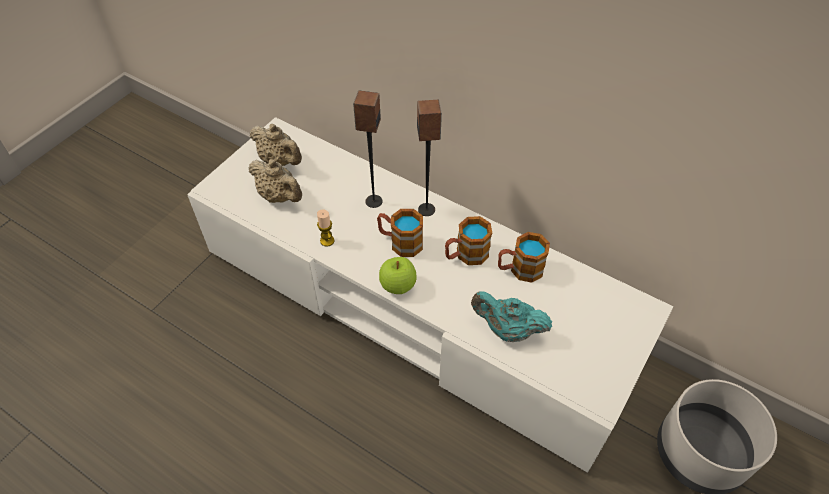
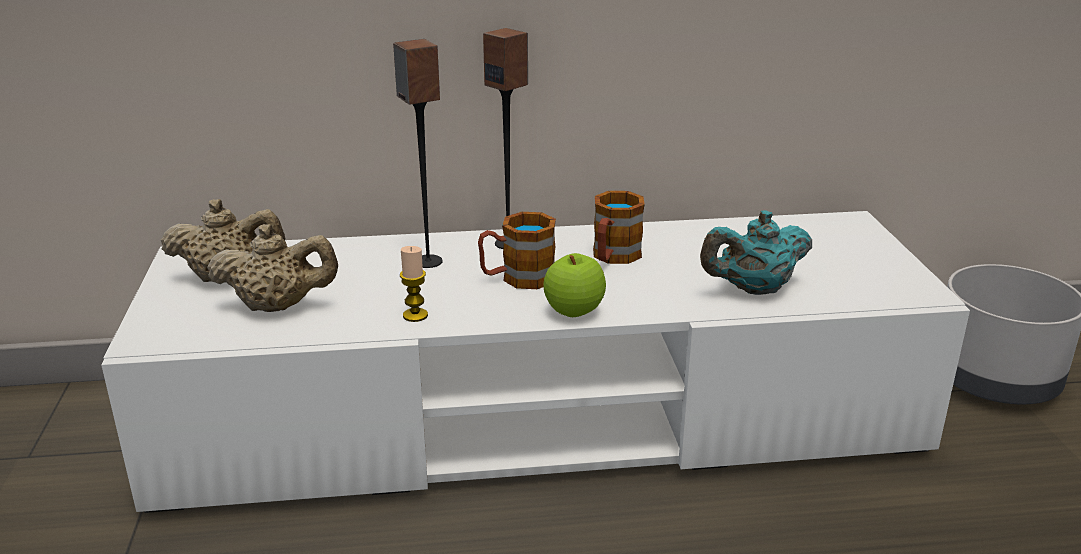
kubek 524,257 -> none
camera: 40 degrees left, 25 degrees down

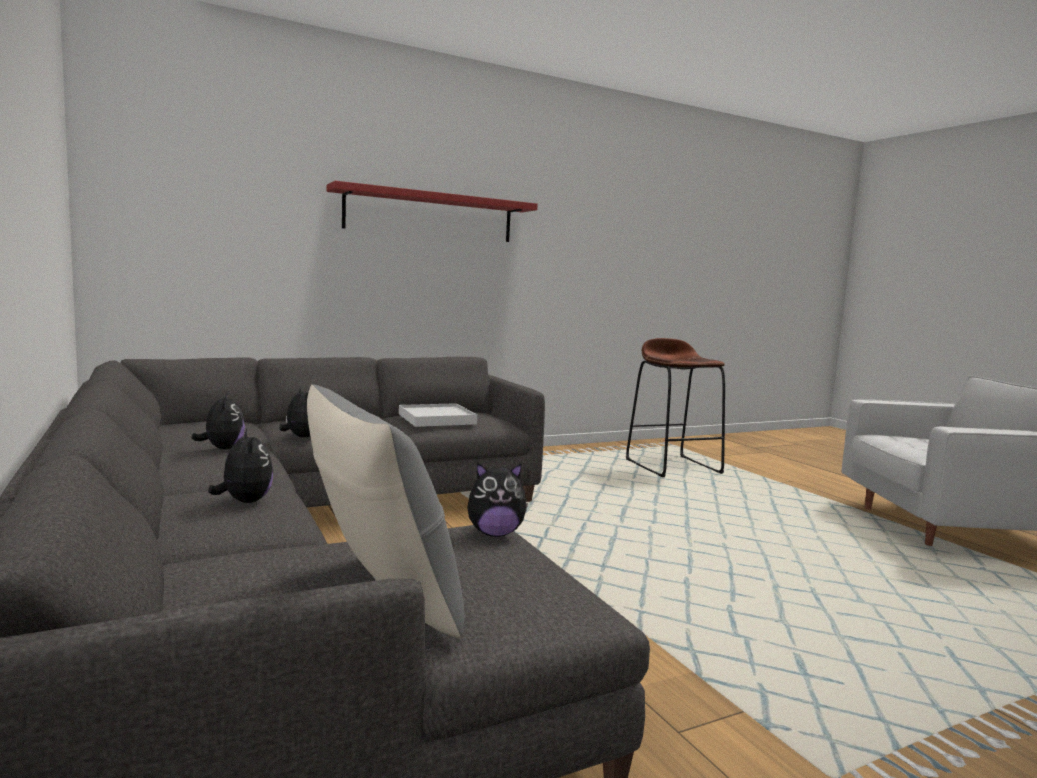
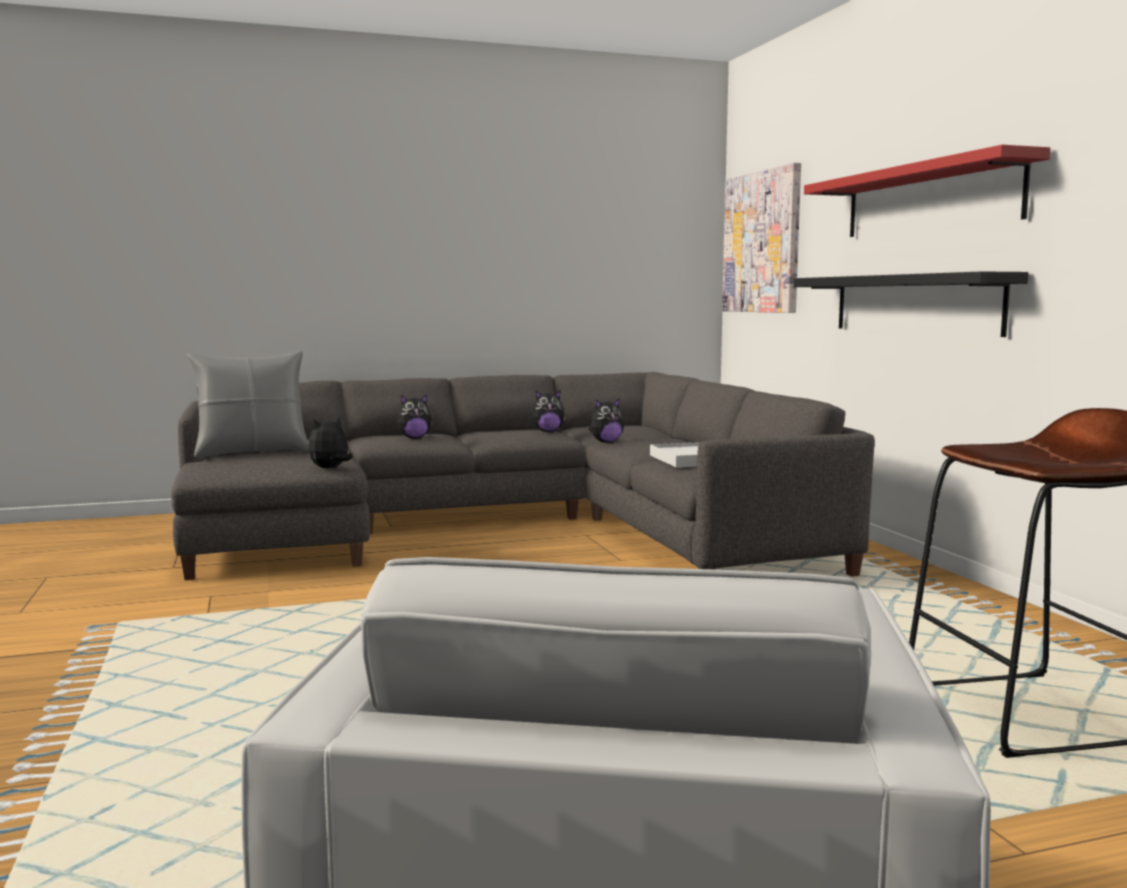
pluszak 497,500 -> pluszak 330,441, 45 degrees clockwise
none -> obraz 761,238
none -> półka/czarny 911,304
camera: 100 degrees right, 0 degrees up

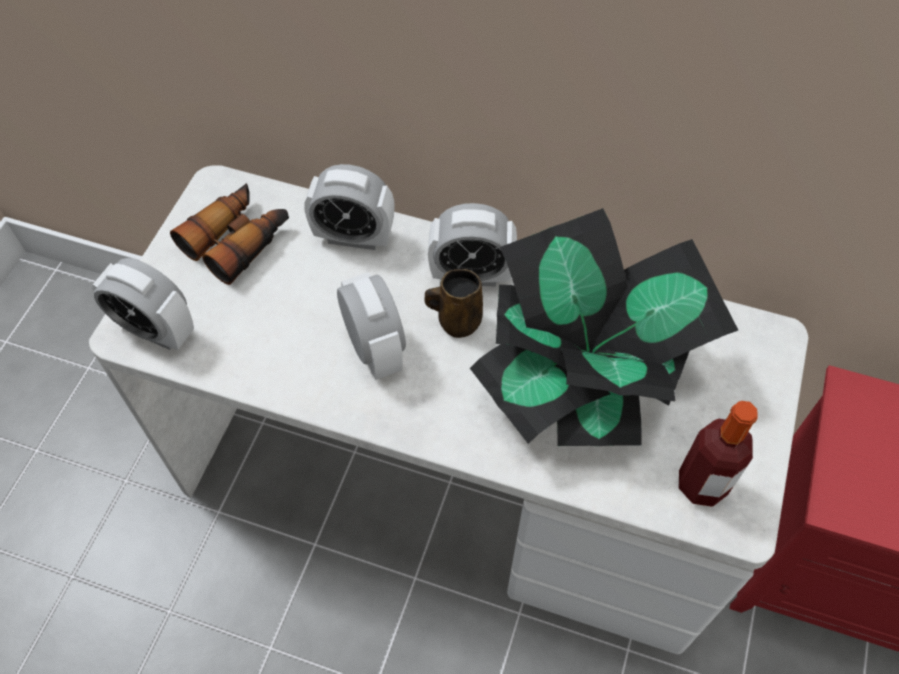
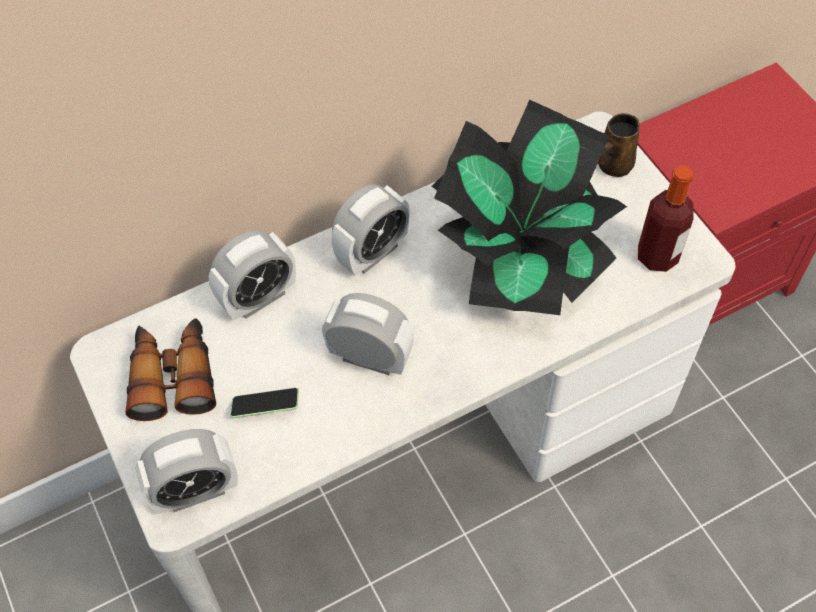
none -> telefon 264,403
kubek/brązowy 454,303 -> kubek/brązowy 619,145, relocated
camera: 45 degrees left, 0 degrees up

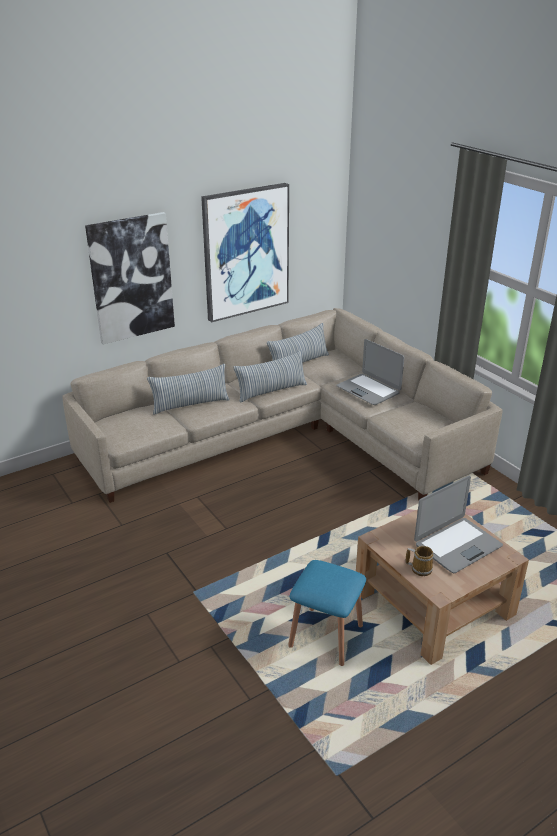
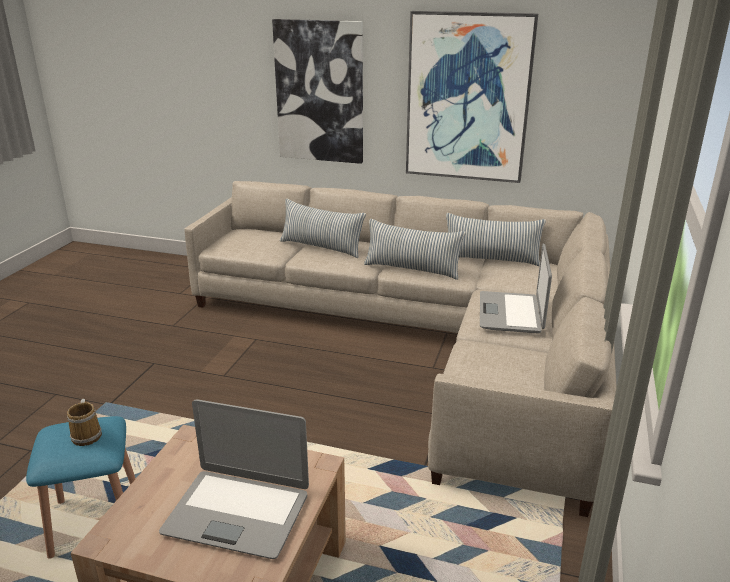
kubek 420,561 -> kubek 84,422, relocated
camera: 50 degrees right, 5 degrees down

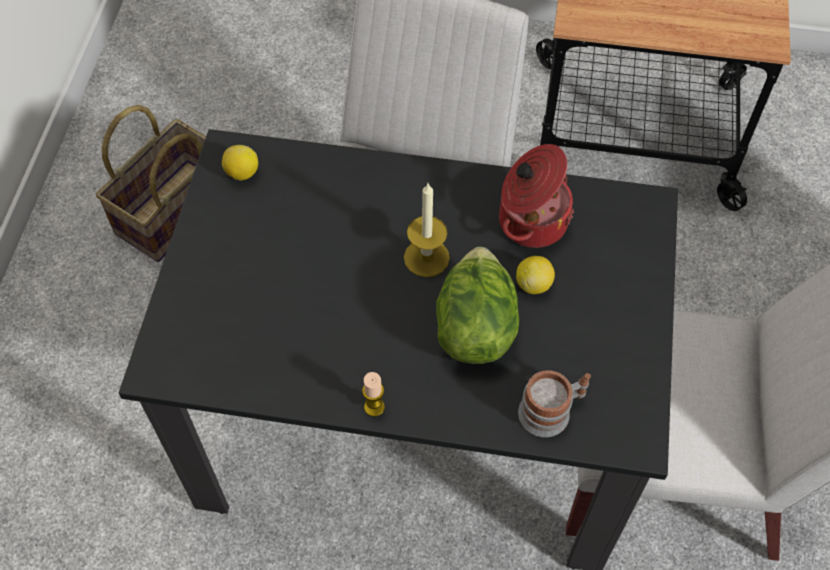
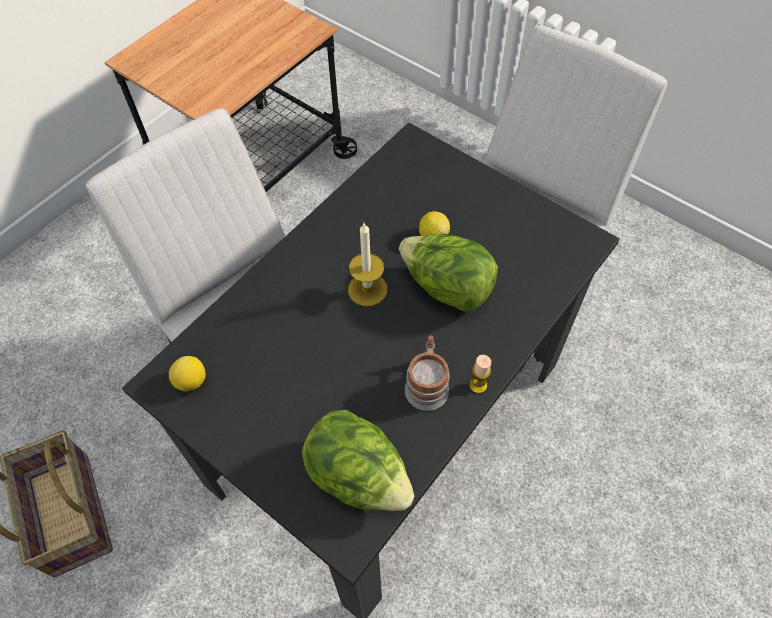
none -> sałata 358,460
kubek 554,403 -> kubek 427,373, relocated
garnek 536,196 -> none
camera: 60 degrees left, 0 degrees up

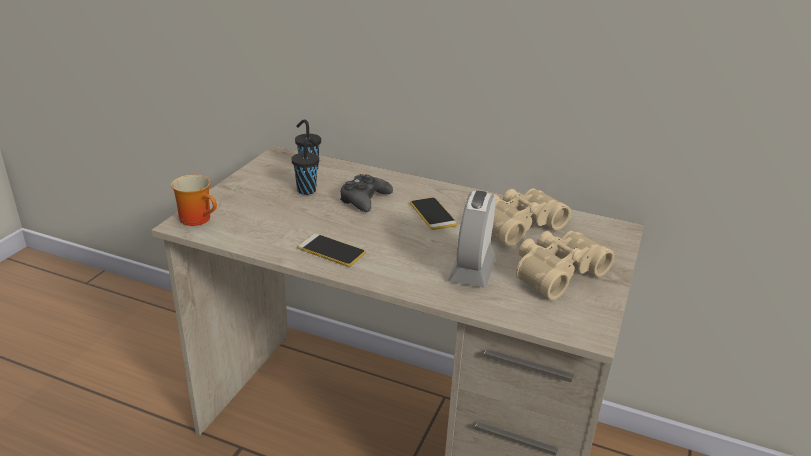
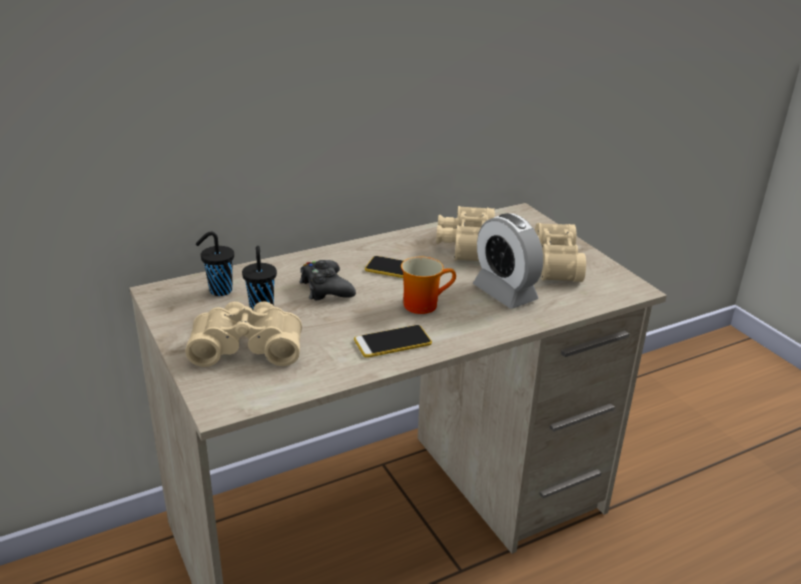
none -> lornetka/beżowy 243,334
kubek 194,200 -> kubek 428,285, relocated
camera: 50 degrees left, 0 degrees up

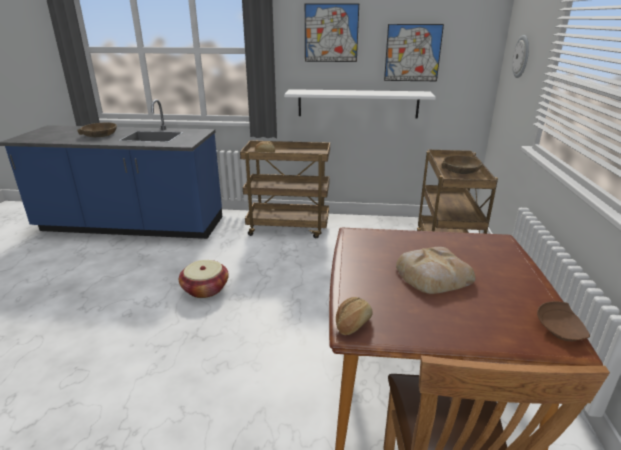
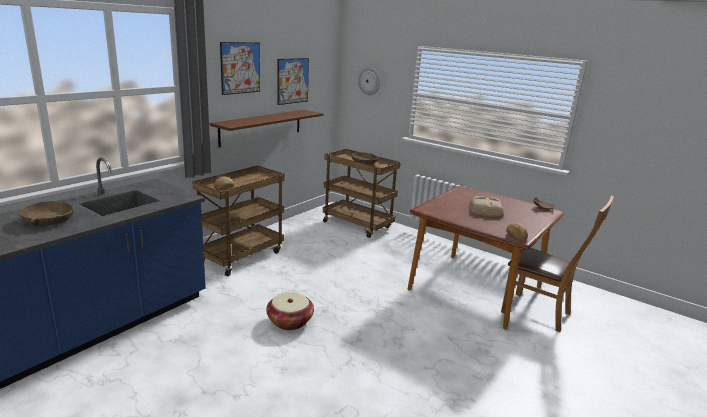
półka/biały 360,104 -> półka/brązowy 266,128
camera: 60 degrees left, 5 degrees down

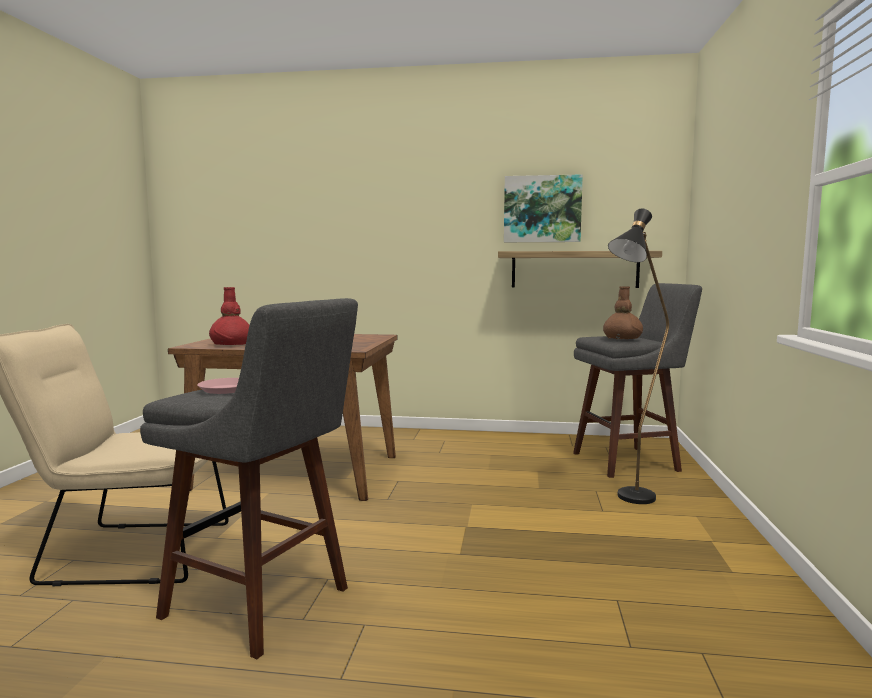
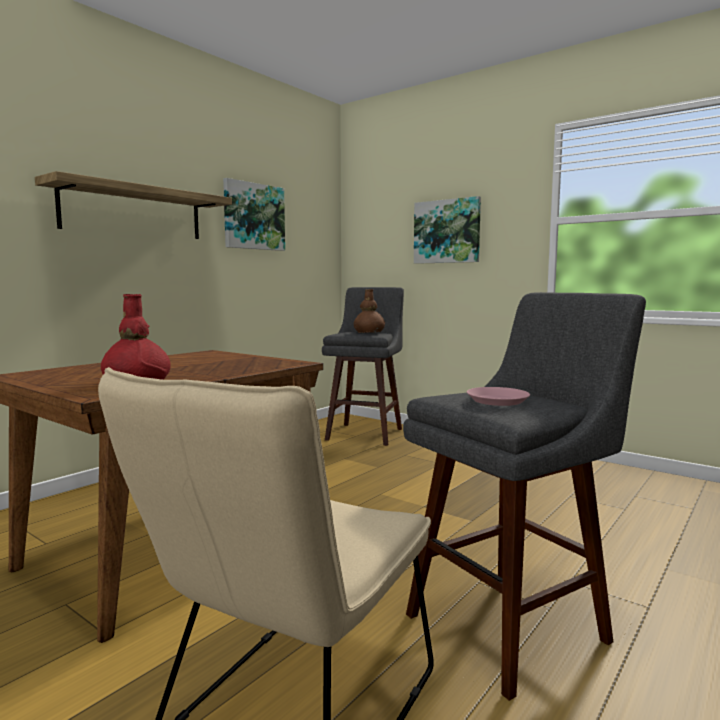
półka 580,269 -> półka 133,205, relocated
none -> obraz 447,230
lampa stojąca/czarny 638,356 -> none
camera: 60 degrees left, 0 degrees up

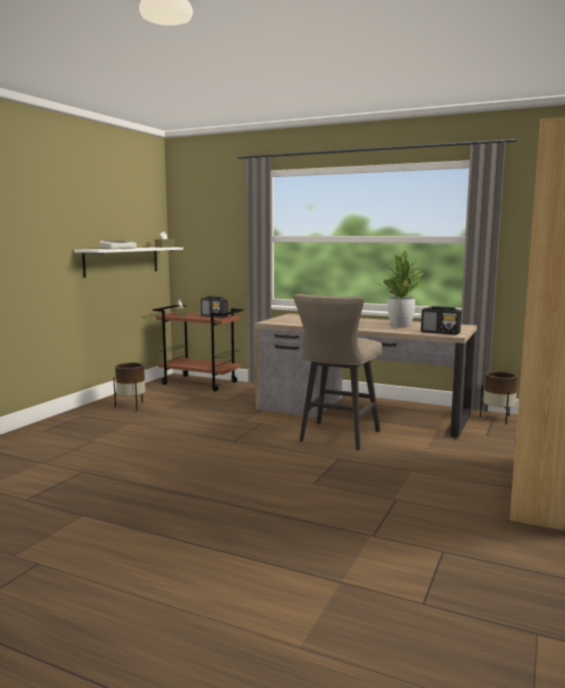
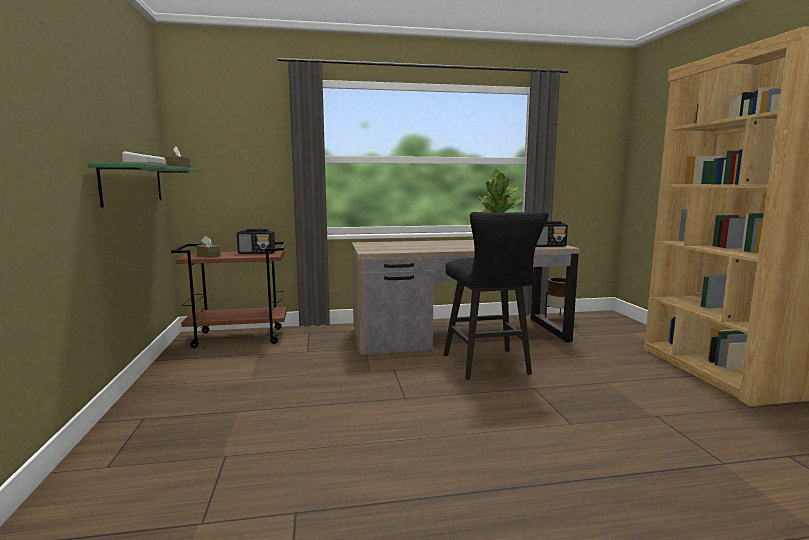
półka/biały 128,262 -> półka/zielony 144,185
stołek/beżowy 337,372 -> stołek/czarny 496,295
donica/brązowy 129,386 -> none
camera: 35 degrees left, 0 degrees up

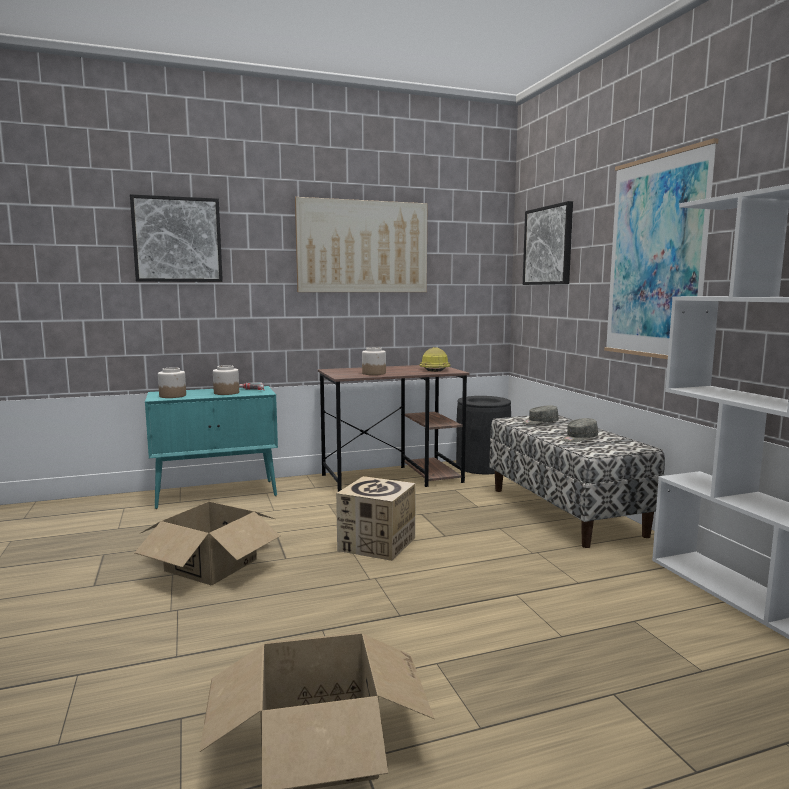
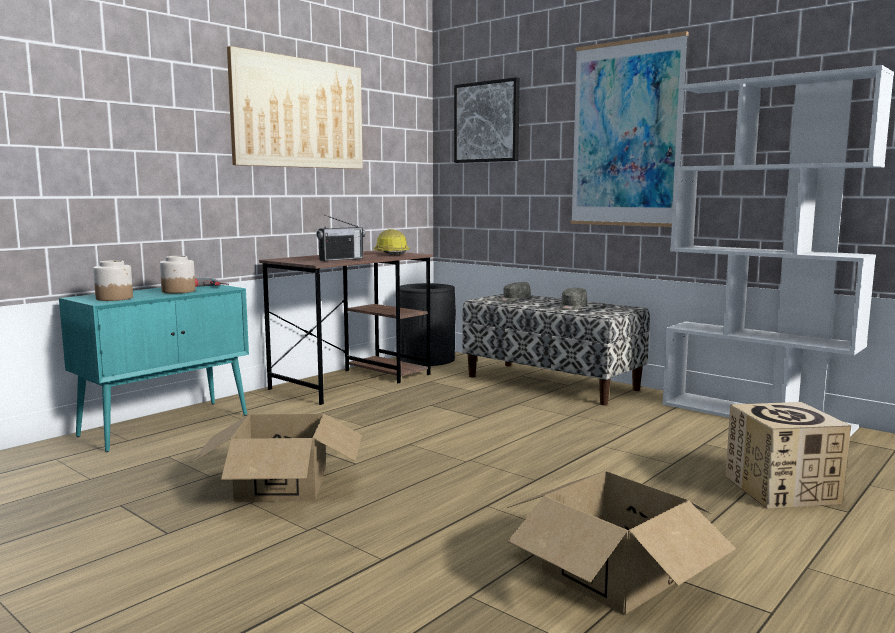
słoik 374,361 -> radio 340,238
karton 376,518 -> karton 788,455, relocated
obraz 176,238 -> none
camera: 30 degrees left, 0 degrees up

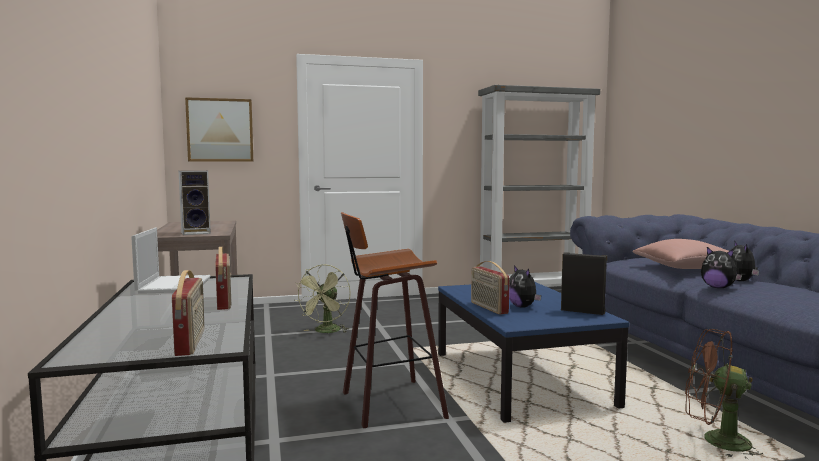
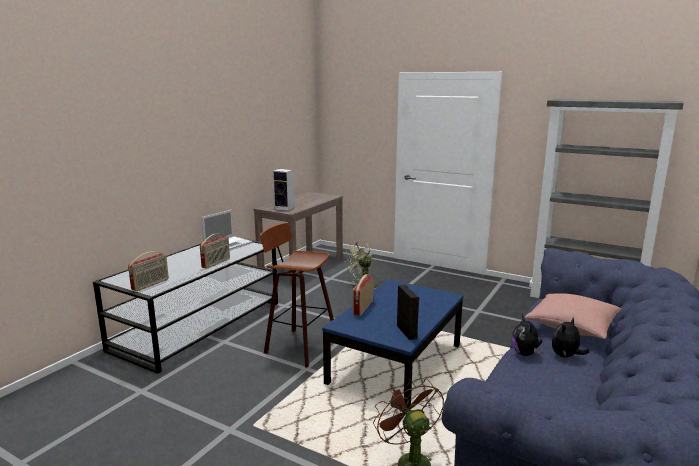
obraz 219,129 -> none
pluszak 525,286 -> none
camera: 45 degrees right, 10 degrees up

